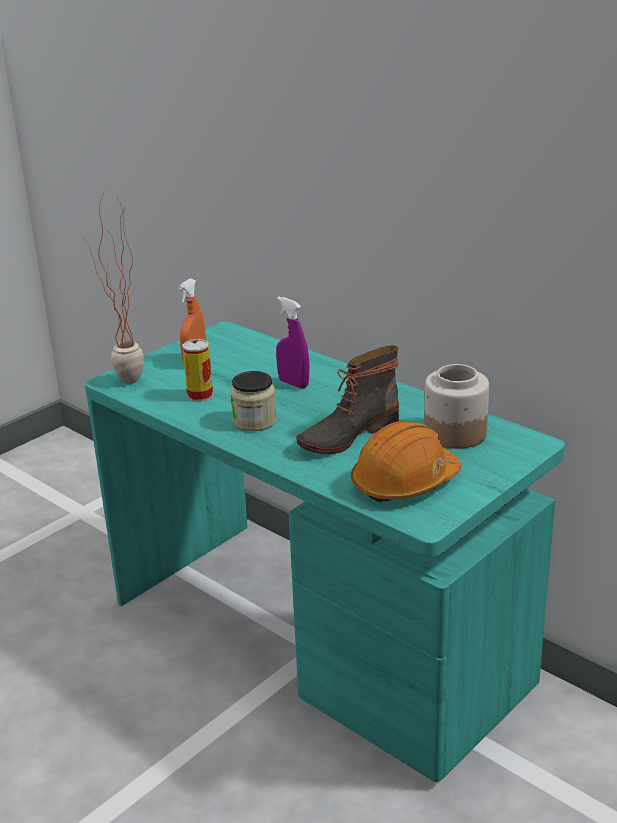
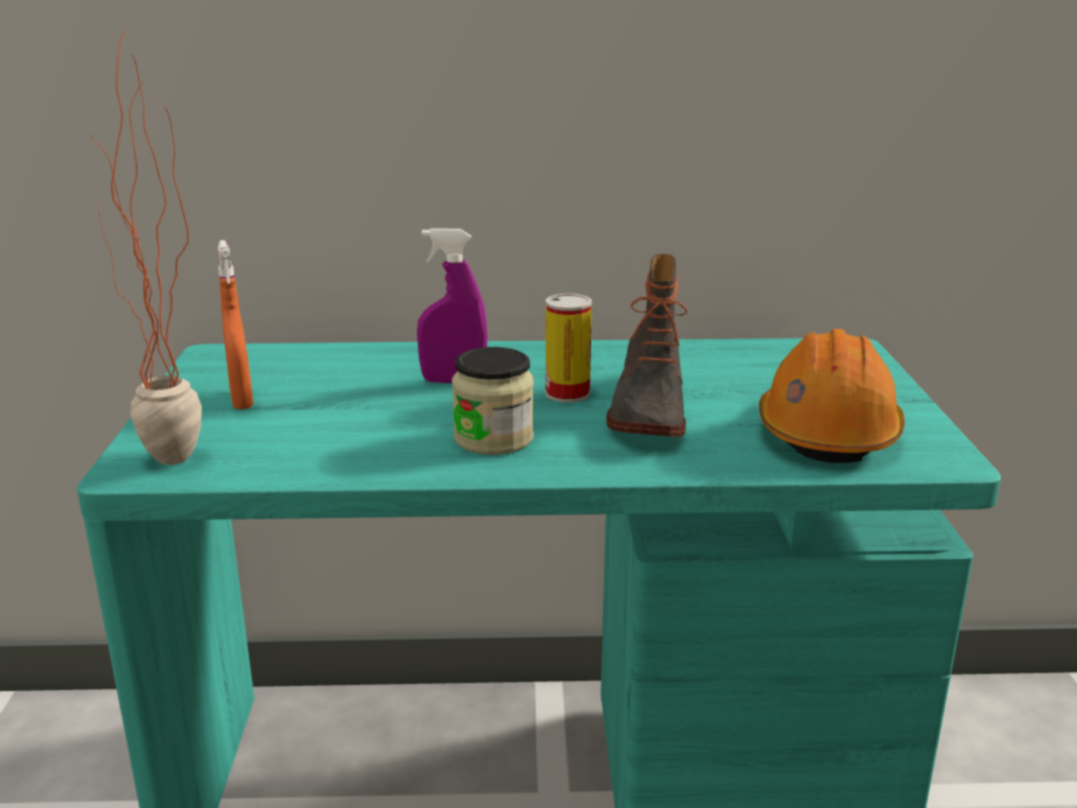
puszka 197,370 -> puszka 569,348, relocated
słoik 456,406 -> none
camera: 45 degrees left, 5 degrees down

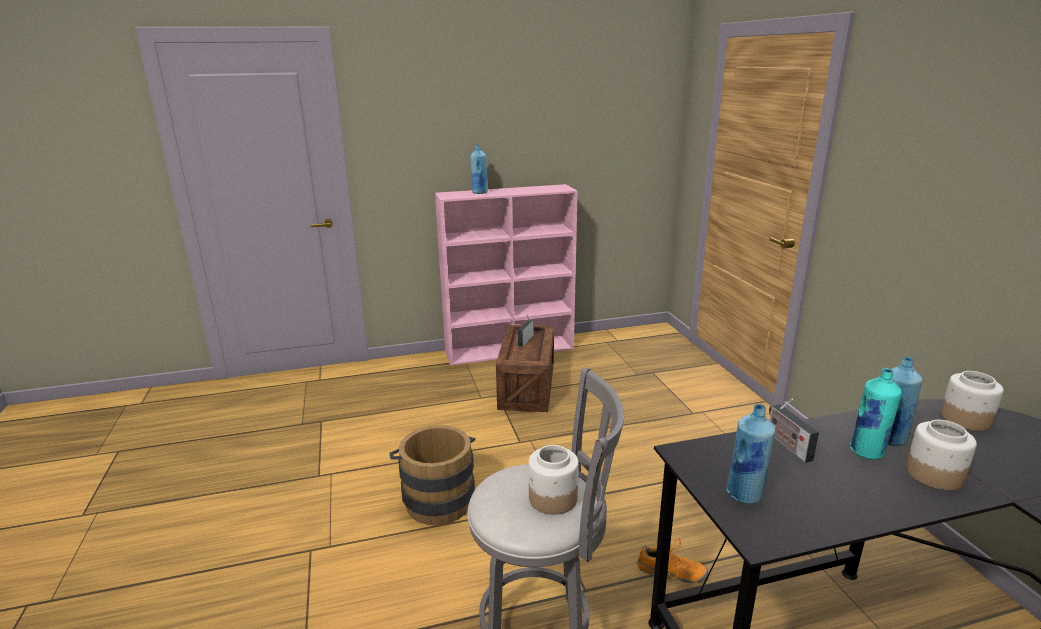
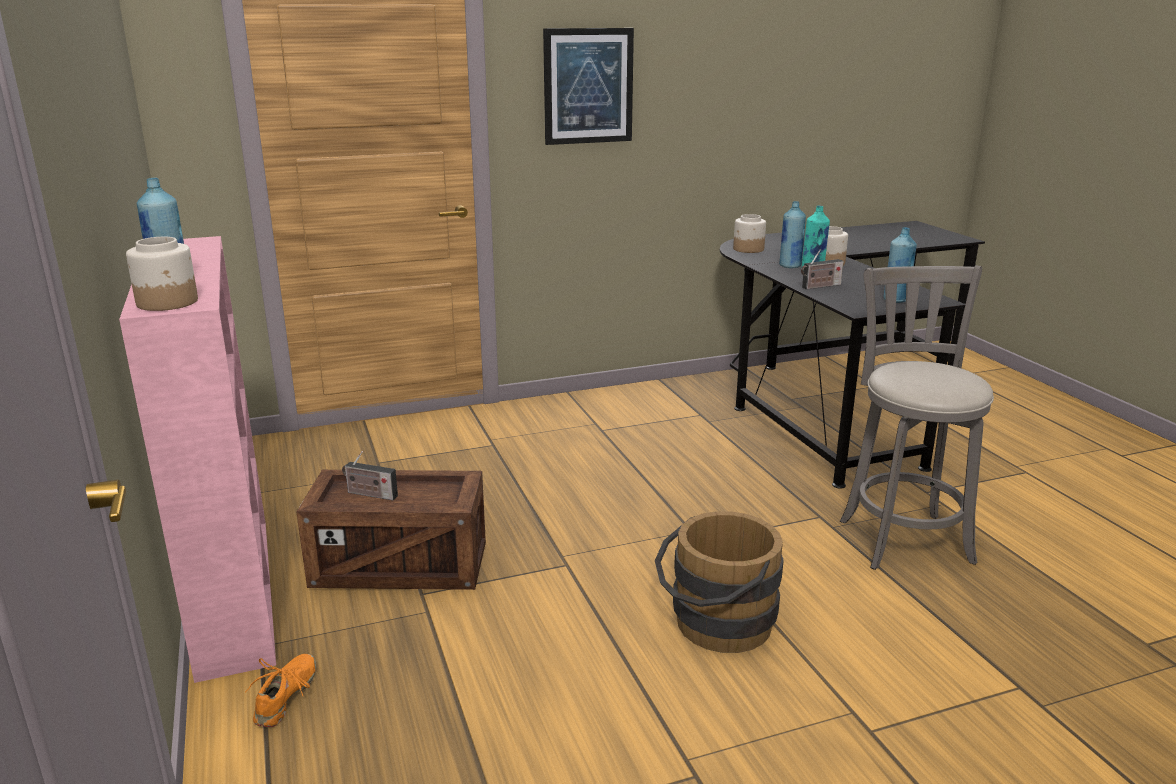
słoik 553,480 -> słoik 162,274, relocated
but/pomarańczowy 672,560 -> but/pomarańczowy 280,690, relocated
none -> obraz 588,86
camera: 95 degrees left, 0 degrees up

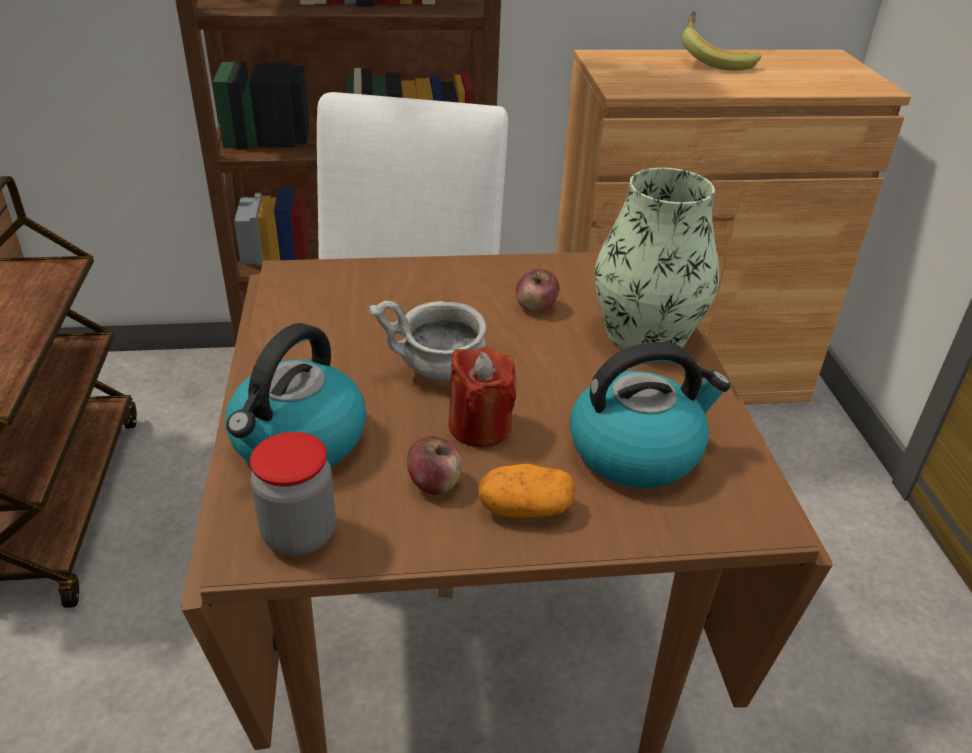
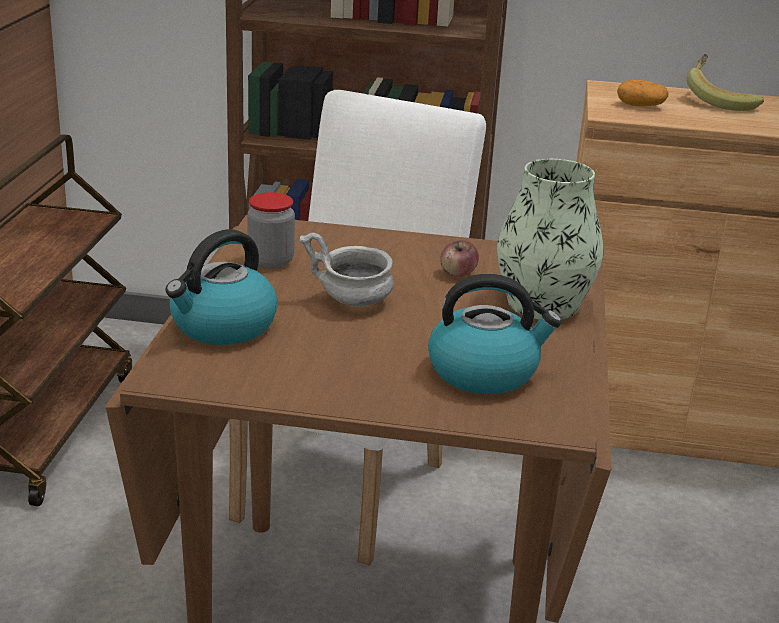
słoik 293,494 -> słoik 271,230, relocated
ziemniak 526,490 -> ziemniak 642,93, relocated
jabłko 435,465 -> none
świeca/czerwony 482,396 -> none
camera: 15 degrees right, 10 degrees down

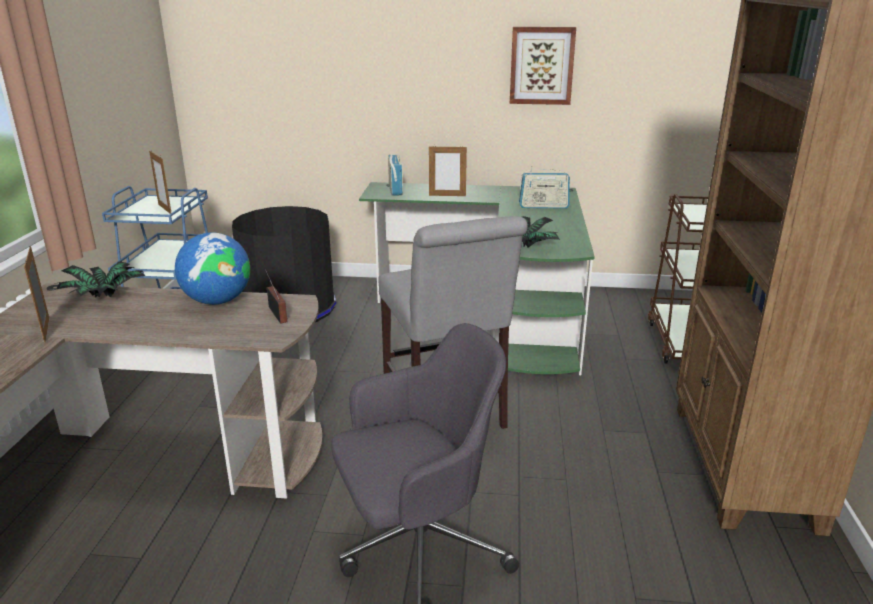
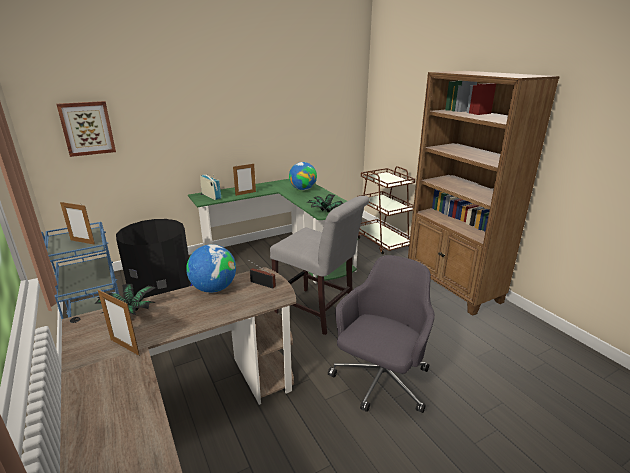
obraz 543,66 -> obraz 86,129, relocated
radio 544,187 -> globus 303,176
camera: 35 degrees left, 0 degrees up

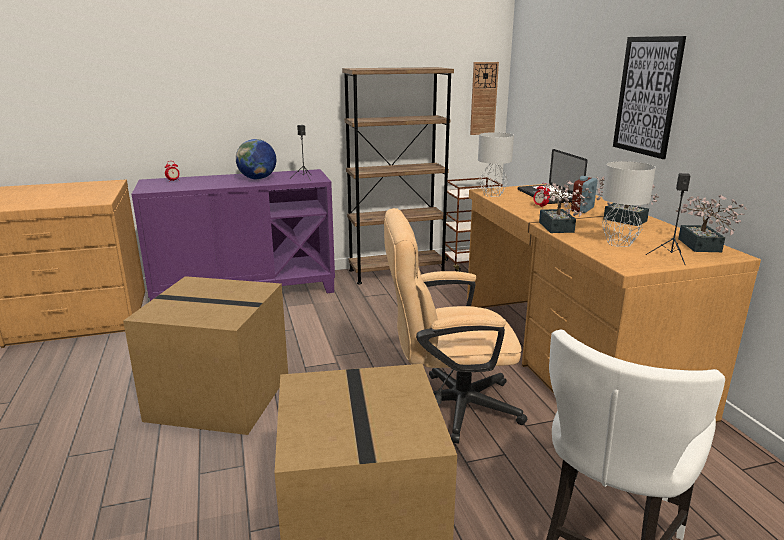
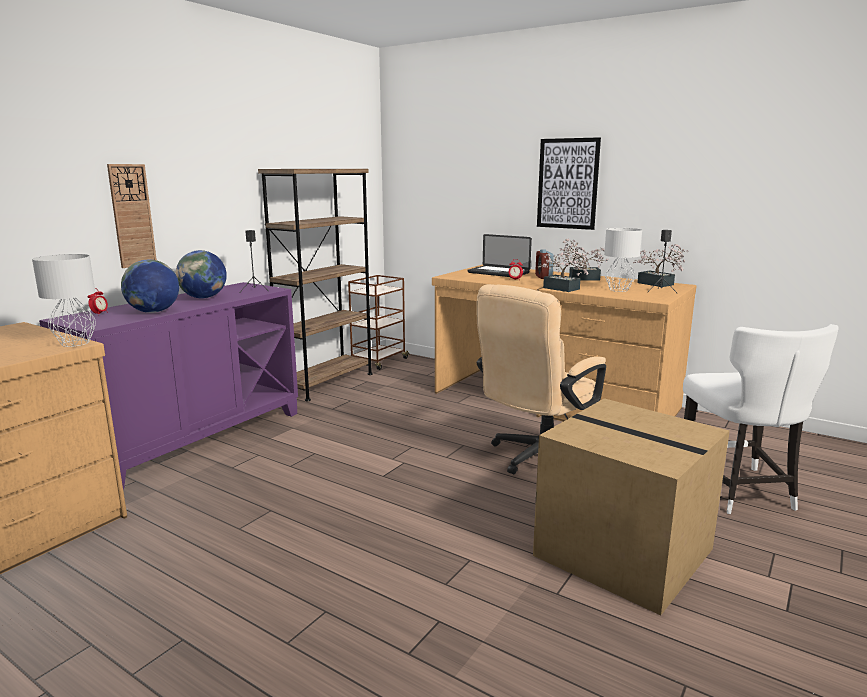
lampa stołowa/szary 496,164 -> lampa stołowa/szary 64,300, relocated
zegar ścienny 484,98 -> zegar ścienny 132,216, relocated
none -> globus 150,286
karton 205,355 -> none
camera: 40 degrees left, 5 degrees down

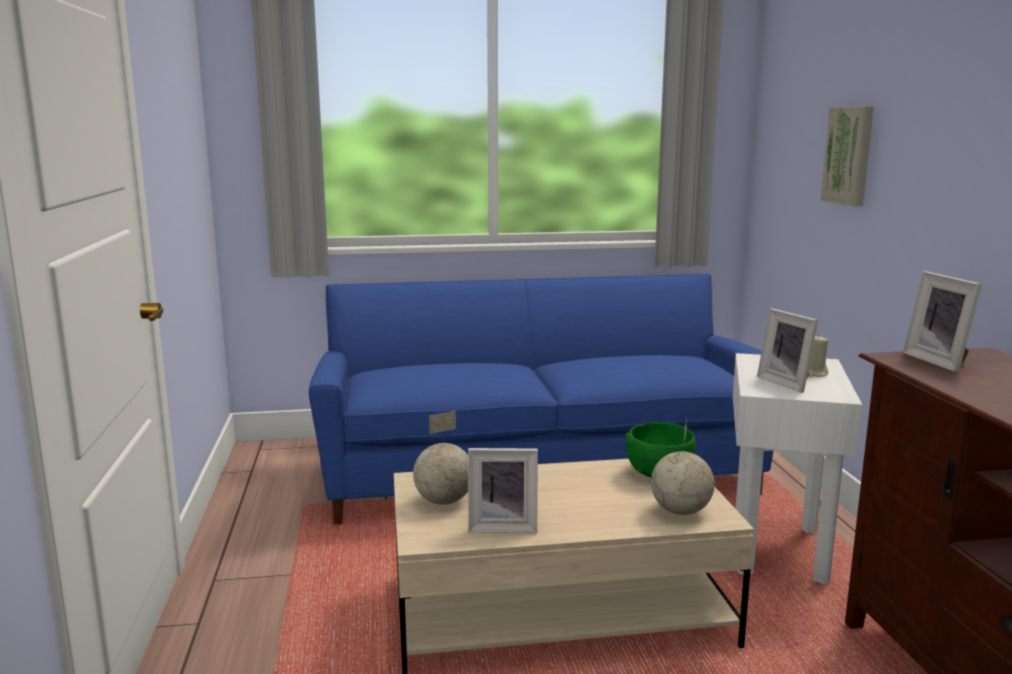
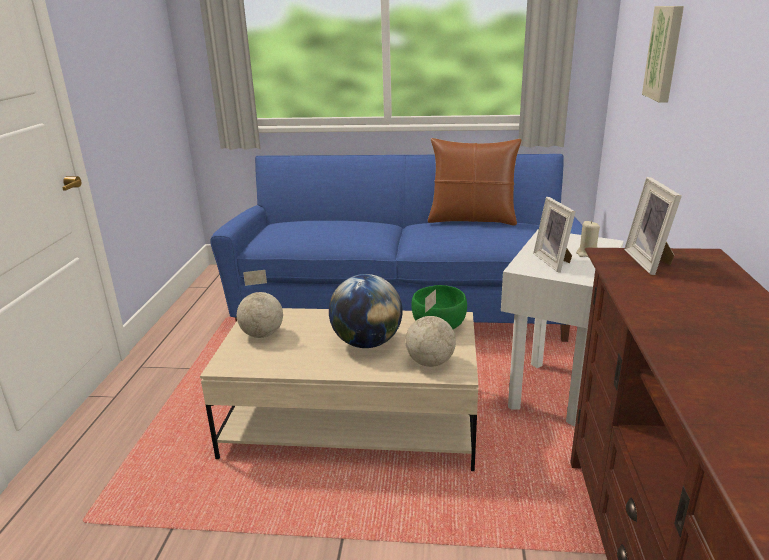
none -> globus 366,311
none -> poduszka/brązowy 475,182
ramka na zdjęcie 503,490 -> none
camera: 15 degrees right, 10 degrees up

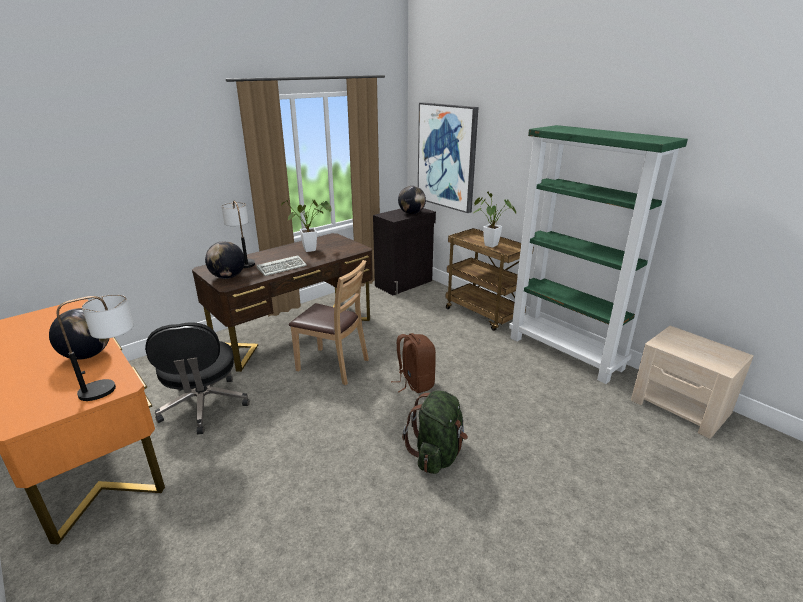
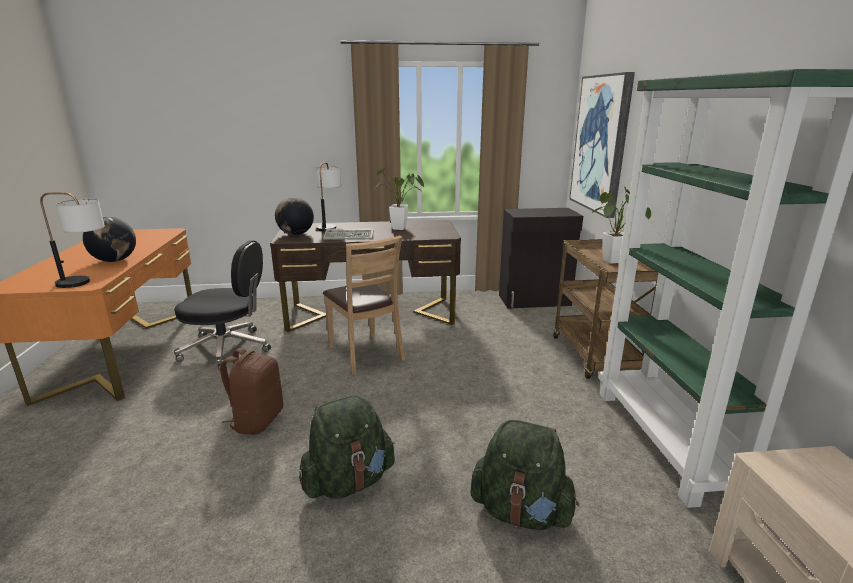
krzesło biurowe/czarny 197,378 -> krzesło biurowe/czarny 222,305, 105 degrees counterclockwise
plecak/brązowy 413,363 -> plecak/brązowy 251,391, relocated
none -> plecak/zielony 525,475
globus 412,200 -> none
camera: 35 degrees right, 5 degrees down

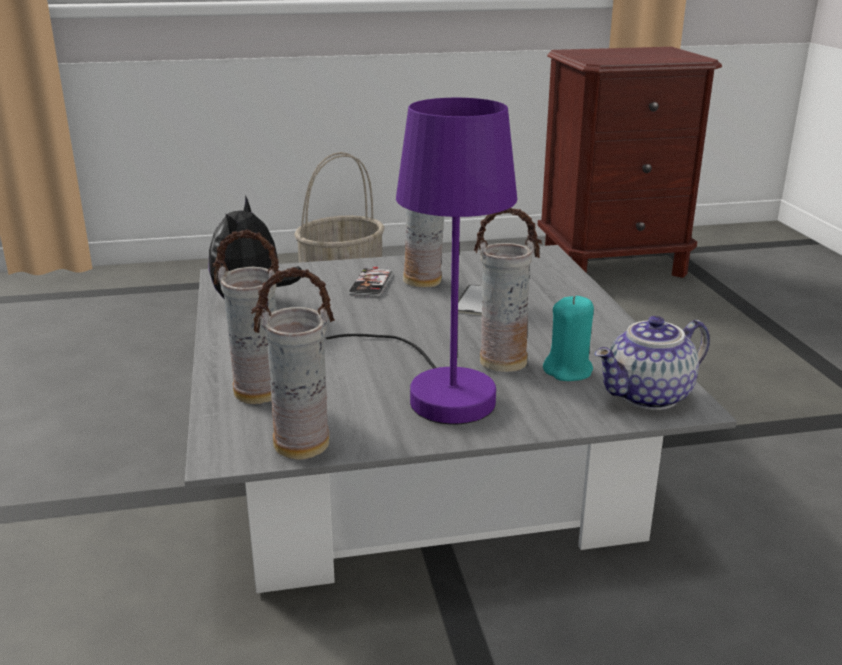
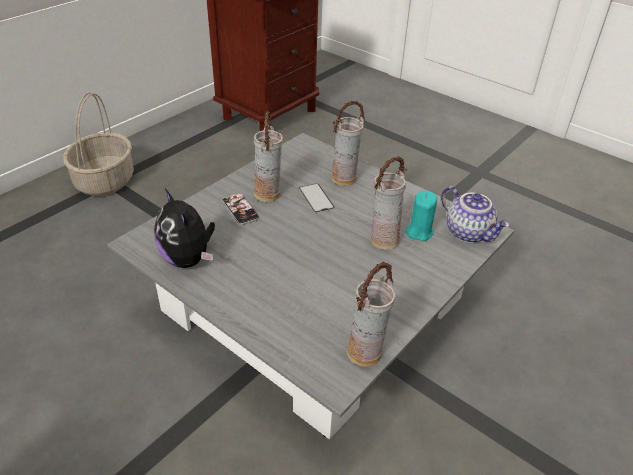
wazon 247,317 -> wazon 348,143, relocated
imbryk 652,363 -> imbryk 475,214, 60 degrees counterclockwise
lampa stołowa/fioletowy 421,261 -> none
camera: 40 degrees left, 15 degrees up

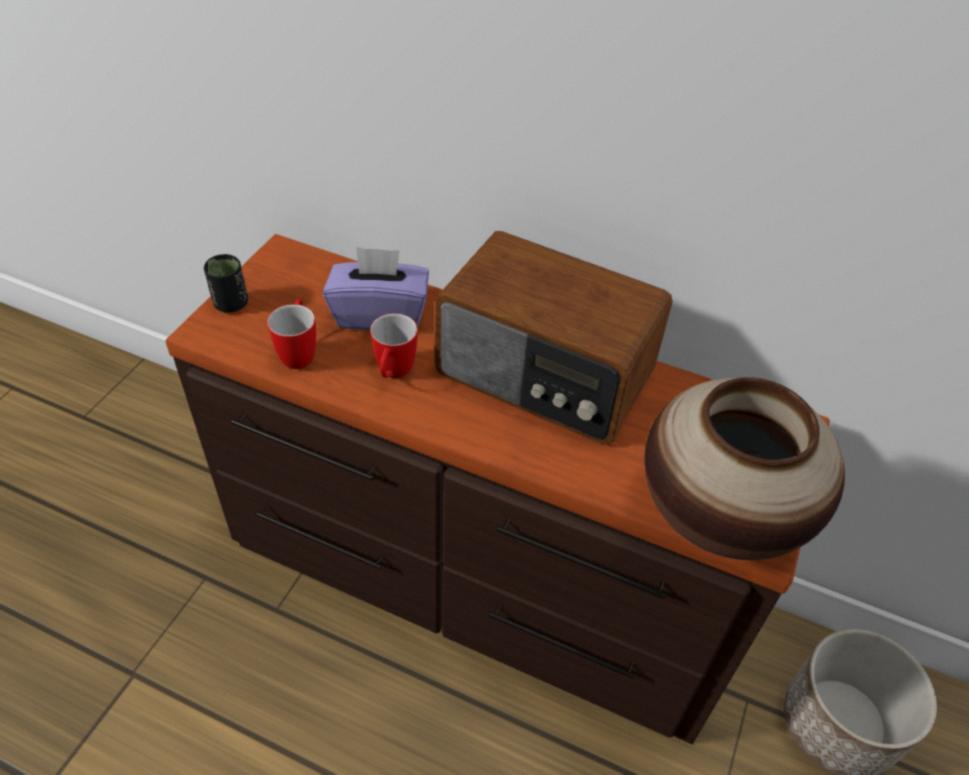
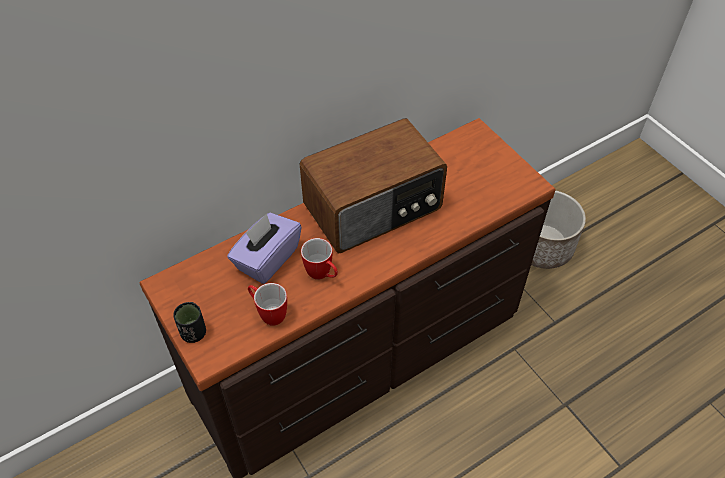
wazon 744,469 -> none
camera: 55 degrees left, 5 degrees up

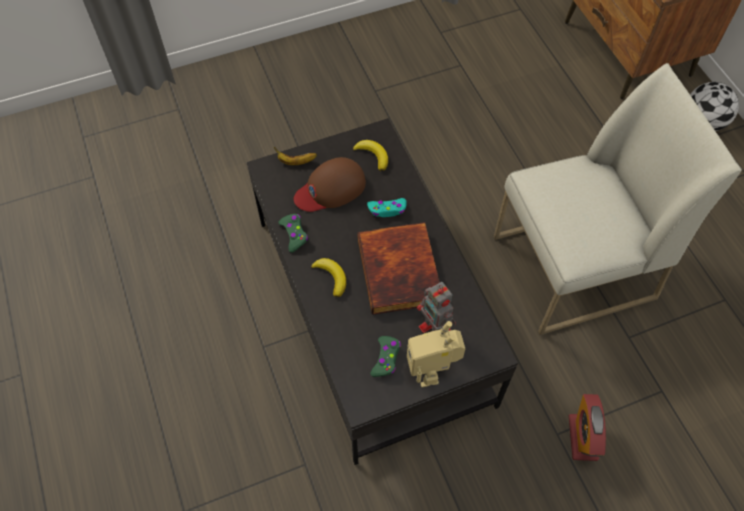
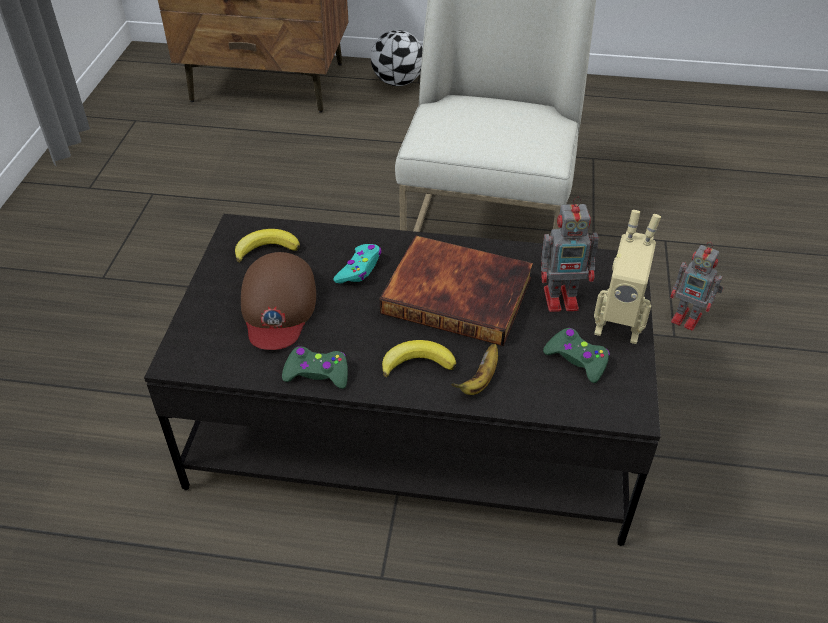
banan 295,156 -> banan 474,369, relocated
budzik 587,427 -> robot zabawkowy 696,286
camera: 60 degrees left, 15 degrees down

